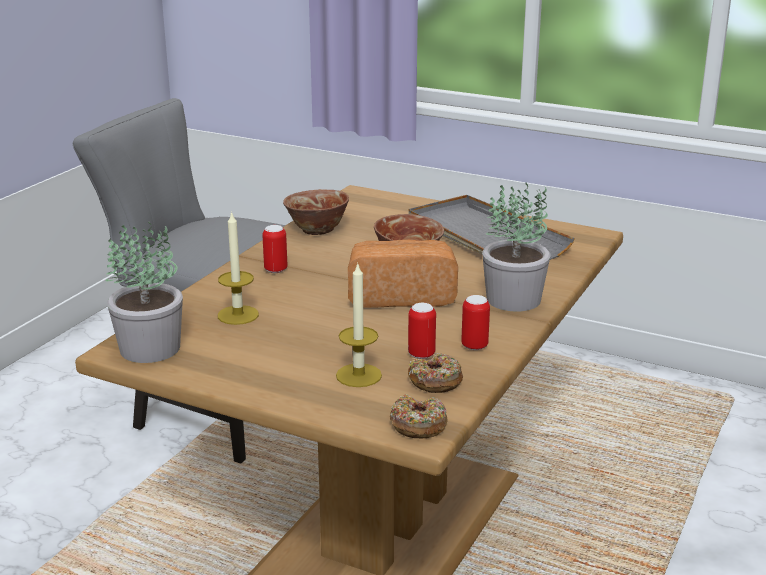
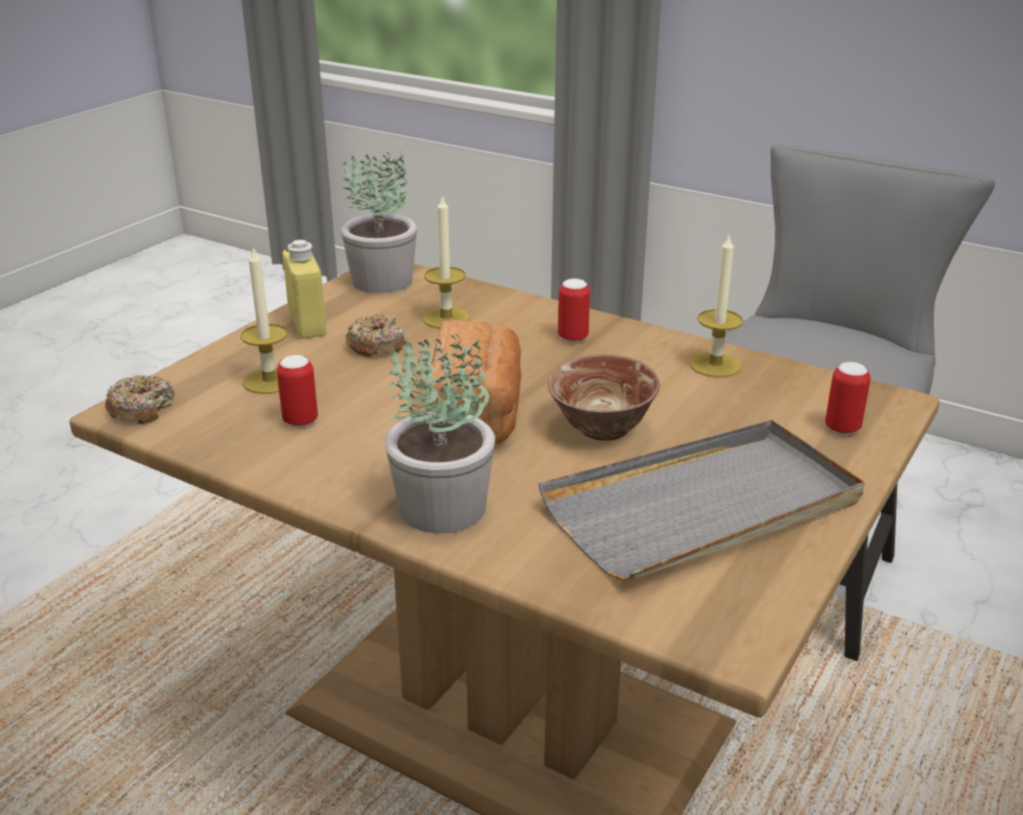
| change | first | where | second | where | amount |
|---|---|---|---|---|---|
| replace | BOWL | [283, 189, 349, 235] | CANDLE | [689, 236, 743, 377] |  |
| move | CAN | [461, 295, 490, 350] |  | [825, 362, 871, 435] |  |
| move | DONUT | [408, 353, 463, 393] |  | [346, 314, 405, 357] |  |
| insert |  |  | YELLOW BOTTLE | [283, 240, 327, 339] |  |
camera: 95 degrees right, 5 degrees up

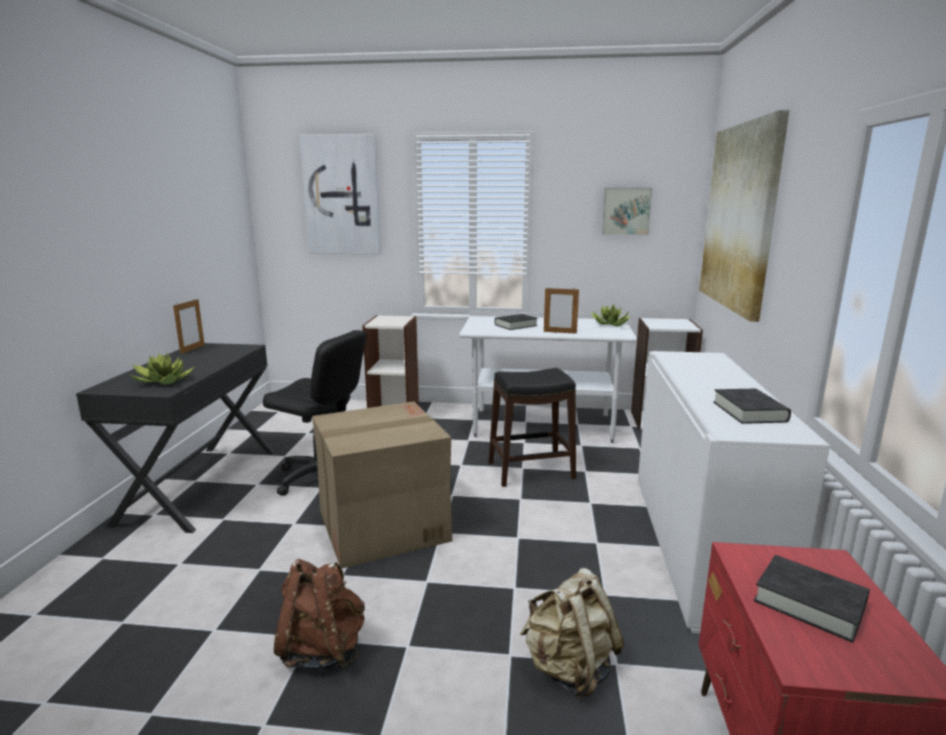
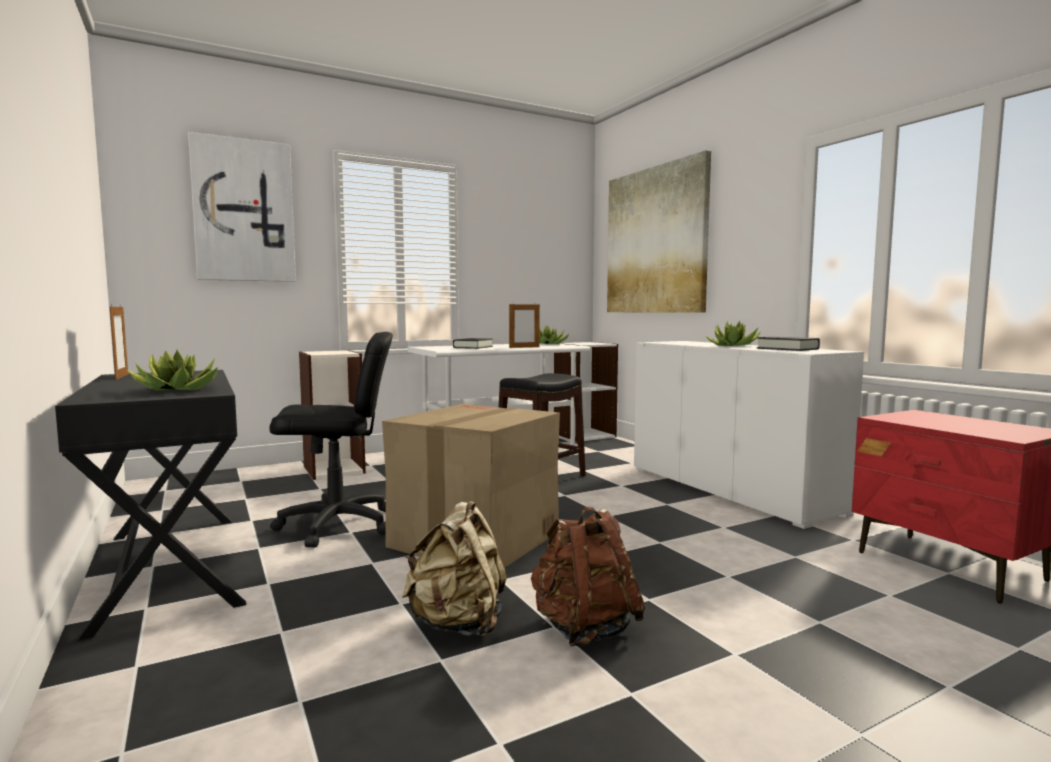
| change | first | where | second | where | amount |
|---|---|---|---|---|---|
| delete | PICTURE | [602, 188, 652, 235] |  |  |  |
| delete | BLACK BOOK | [754, 555, 870, 643] |  |  |  |
| move | BEIGE BACKPACK | [520, 568, 624, 699] |  | [402, 501, 507, 638] |  |
| insert |  |  | POTTED PLANT | [705, 321, 760, 346] |  |
camera: 35 degrees left, 10 degrees down

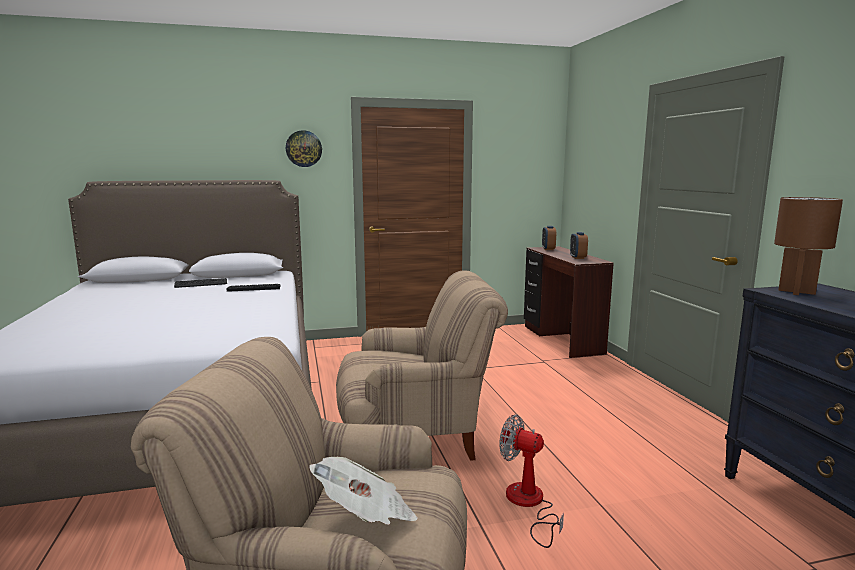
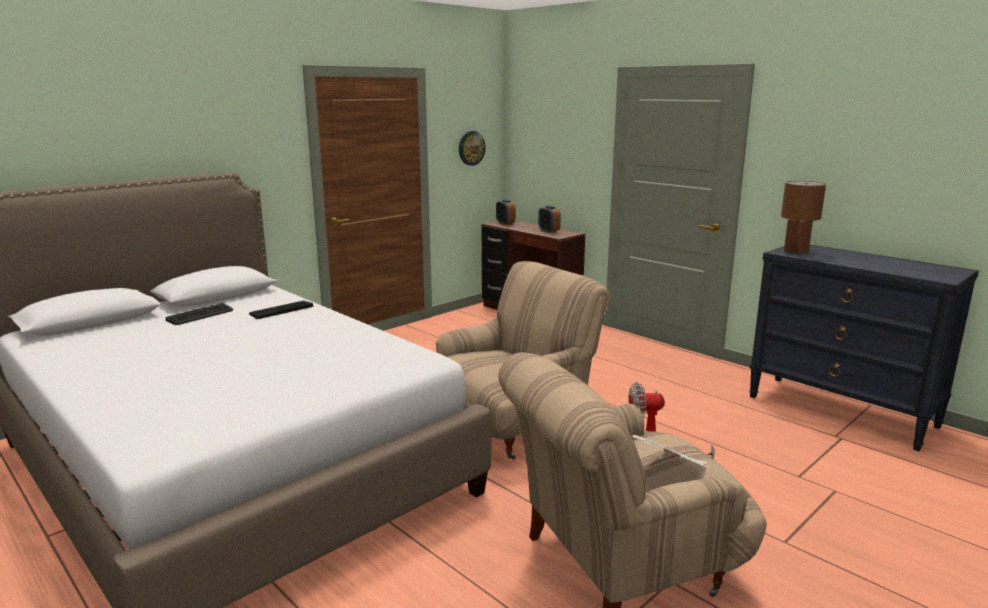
| change | first | where | second | where | amount |
|---|---|---|---|---|---|
| move | WALL CLOCK | [286, 130, 322, 167] |  | [459, 131, 486, 166] |  |
camera: 30 degrees left, 5 degrees up

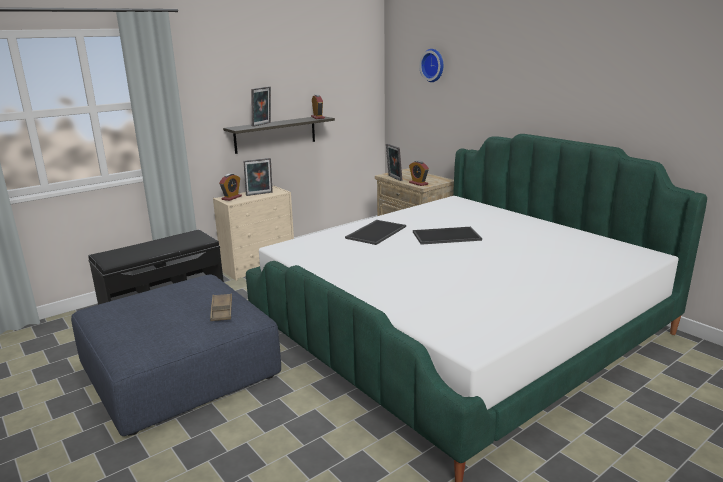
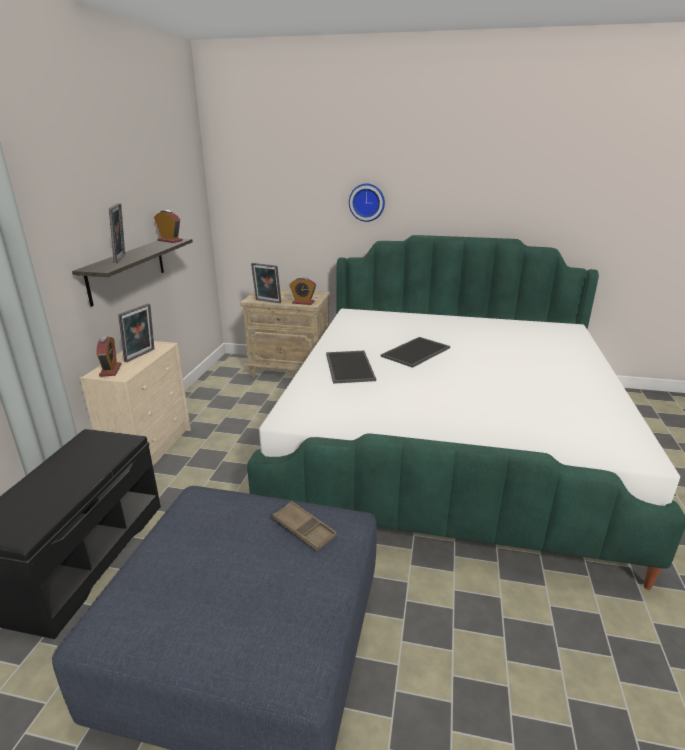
| change | first | where | second | where | amount |
|---|---|---|---|---|---|
| move | WALL CLOCK | [419, 49, 443, 82] |  | [349, 183, 385, 222] |  |
camera: 40 degrees left, 5 degrees up

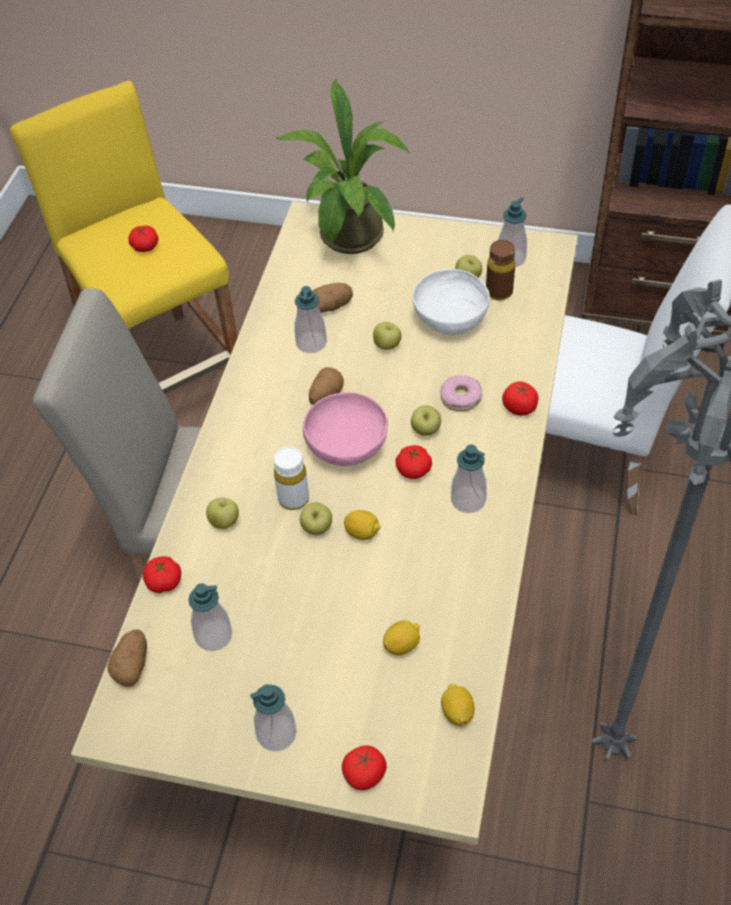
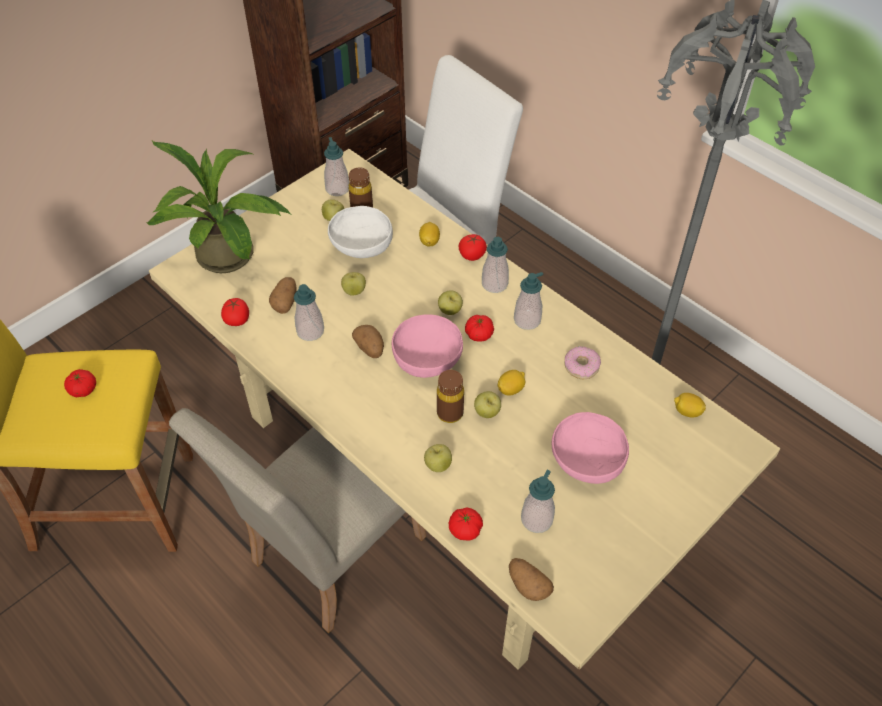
| change | first | where | second | where | amount |
|---|---|---|---|---|---|
| move | DONUT | [440, 375, 482, 411] |  | [565, 346, 601, 379] |  |
| recolor | WHITE BOTTLE | [274, 447, 309, 510] | BROWN BOTTLE | [437, 370, 464, 423] |  |
| move | LEMON | [383, 621, 420, 655] |  | [419, 222, 440, 246] |  |
| move | SOAP DISPENSER | [250, 684, 297, 751] |  | [482, 237, 509, 293] |  |
| move | TOMATO | [342, 746, 387, 790] |  | [221, 298, 249, 326] |  |
| insert |  |  | PINK BOWL | [552, 412, 629, 484] |  |
camera: 60 degrees left, 0 degrees up

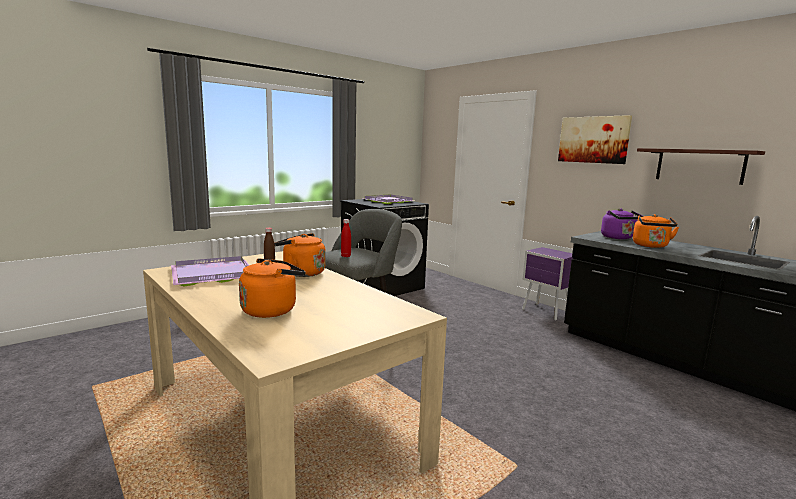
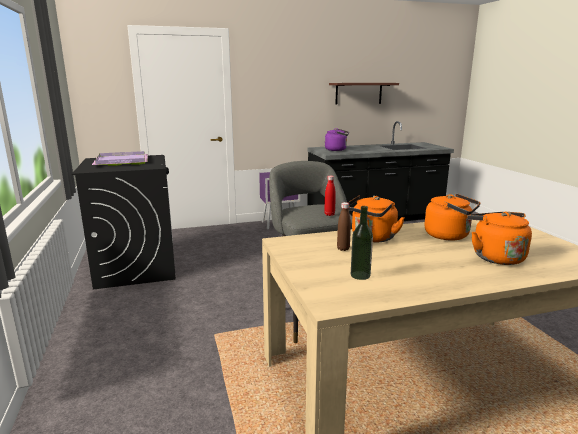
| change | first | where | second | where | amount |
|---|---|---|---|---|---|
| delete | PICTURE | [558, 115, 632, 164] |  |  |  |
| move | ORANGE KETTLE | [633, 214, 679, 248] |  | [424, 193, 481, 241] |  |
| replace | PURPLE TRAY | [171, 256, 249, 287] | BOTTLE | [351, 206, 373, 280] |  |
camera: 65 degrees left, 5 degrees up

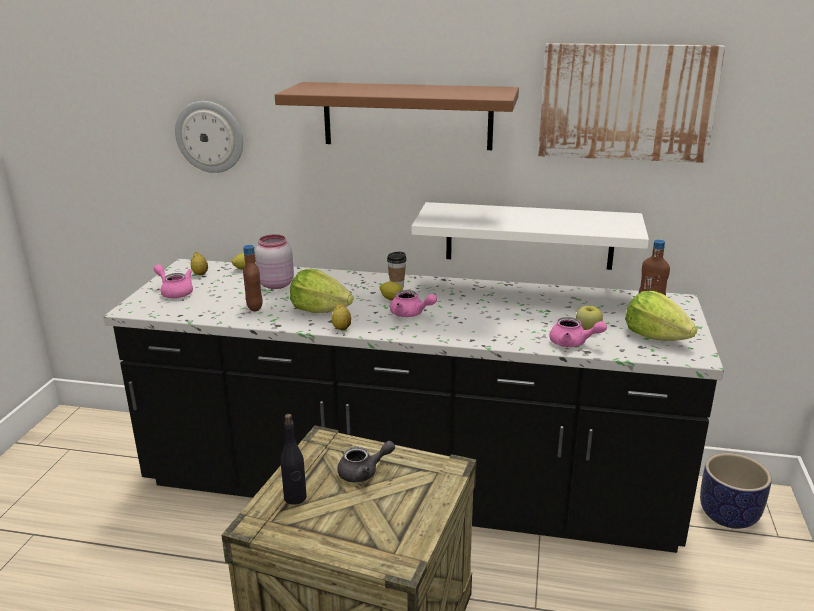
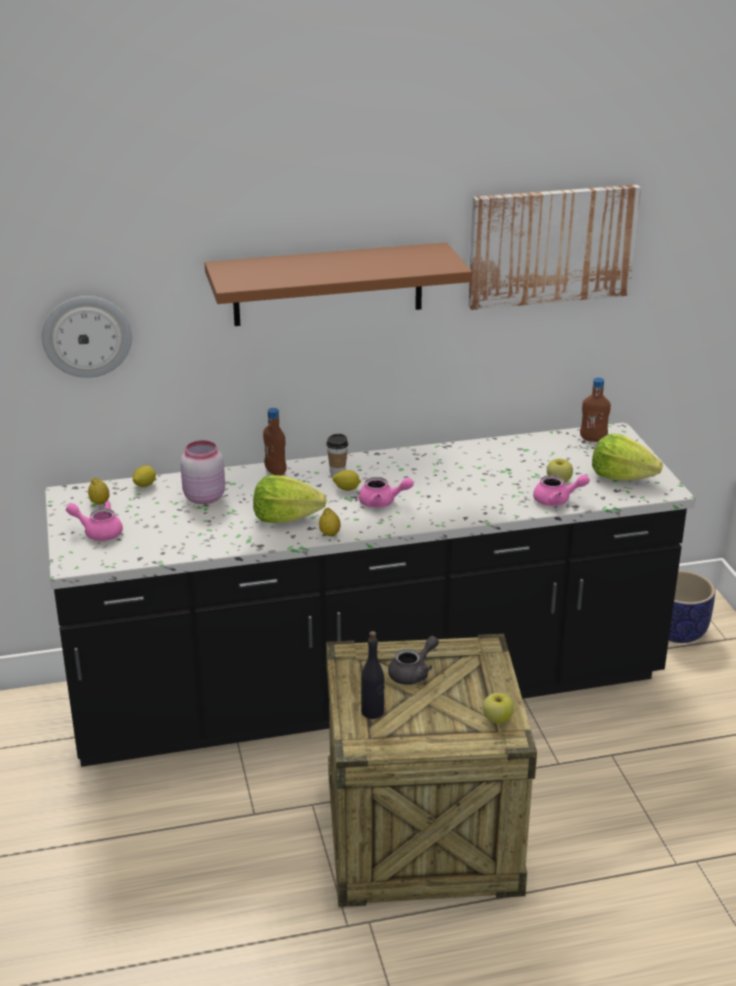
| change | first | where | second | where | amount |
|---|---|---|---|---|---|
| delete | WHITE SHELF | [412, 202, 649, 270] |  |  |  |
| move | BROWN BOTTLE | [243, 245, 263, 312] |  | [263, 408, 286, 476] |  |
| insert |  |  | APPLE | [483, 693, 514, 724] |  |
camera: 25 degrees left, 5 degrees up

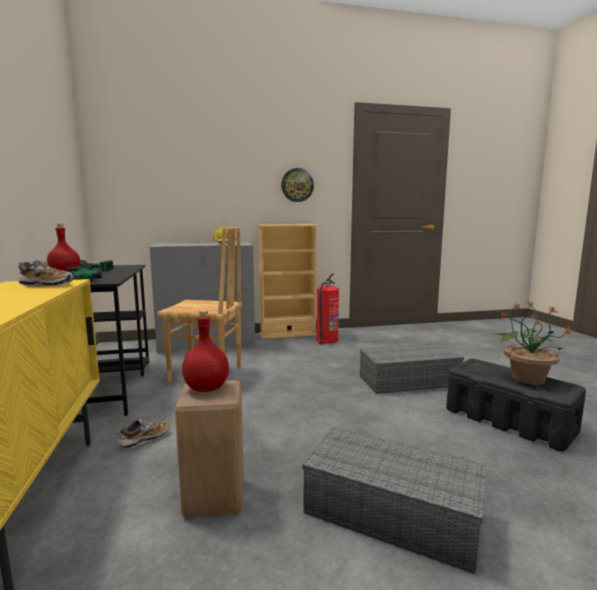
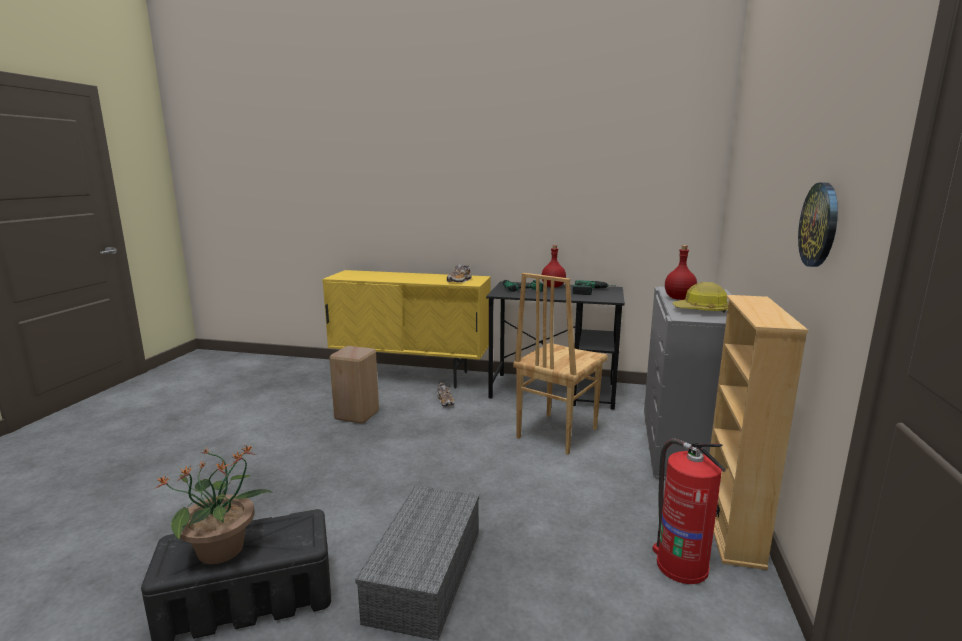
| change | first | where | second | where | amount |
|---|---|---|---|---|---|
| move | RED BOTTLE | [182, 310, 229, 392] |  | [665, 245, 697, 300] |  |
| delete | GREY STORAGE BOX | [302, 427, 486, 574] |  |  |  |
camera: 115 degrees right, 5 degrees up

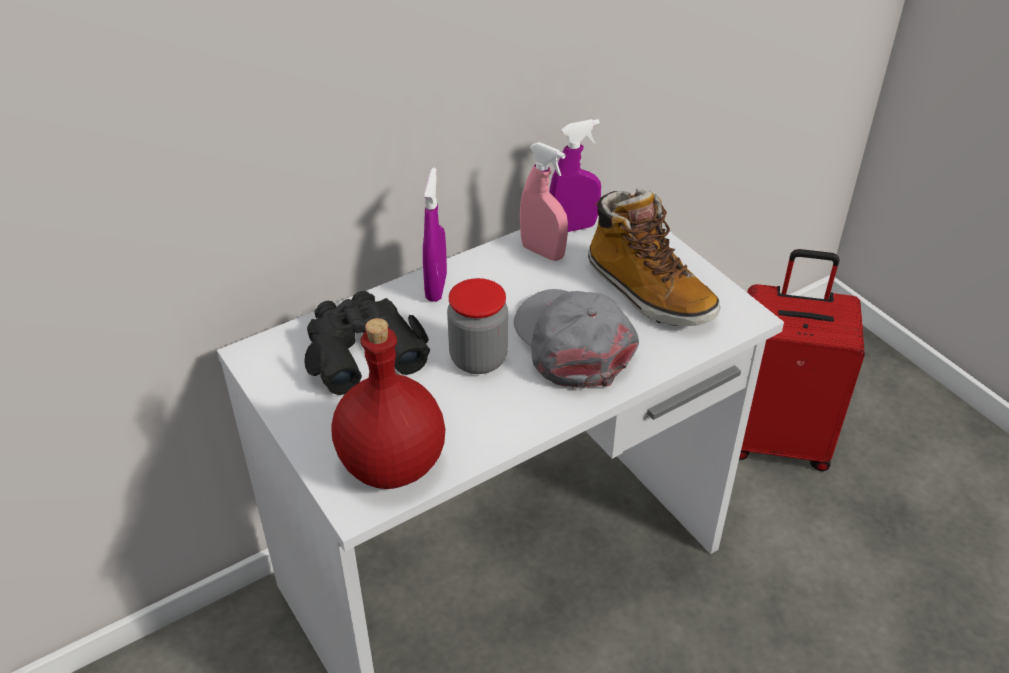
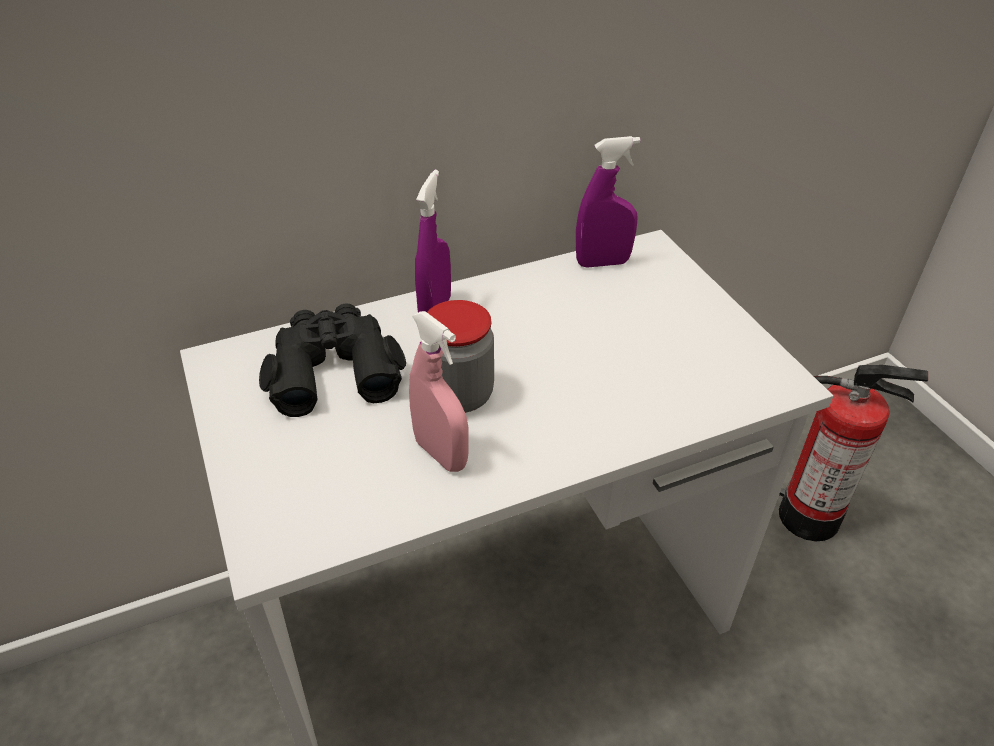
| change | first | where | second | where | amount |
|---|---|---|---|---|---|
| move | PINK SPRAY BOTTLE | [520, 142, 568, 261] |  | [409, 311, 468, 472] |  |
| delete | BOOT | [588, 189, 720, 326] |  |  |  |
| replace | RED SUITCASE | [739, 249, 865, 471] | FIRE EXTINGUISHER | [779, 364, 928, 541] |  |
| delete | GREY CAP | [514, 289, 639, 388] |  |  |  |
| delete | RED BOTTLE | [331, 318, 446, 489] |  |  |  |
camera: 10 degrees right, 0 degrees up

